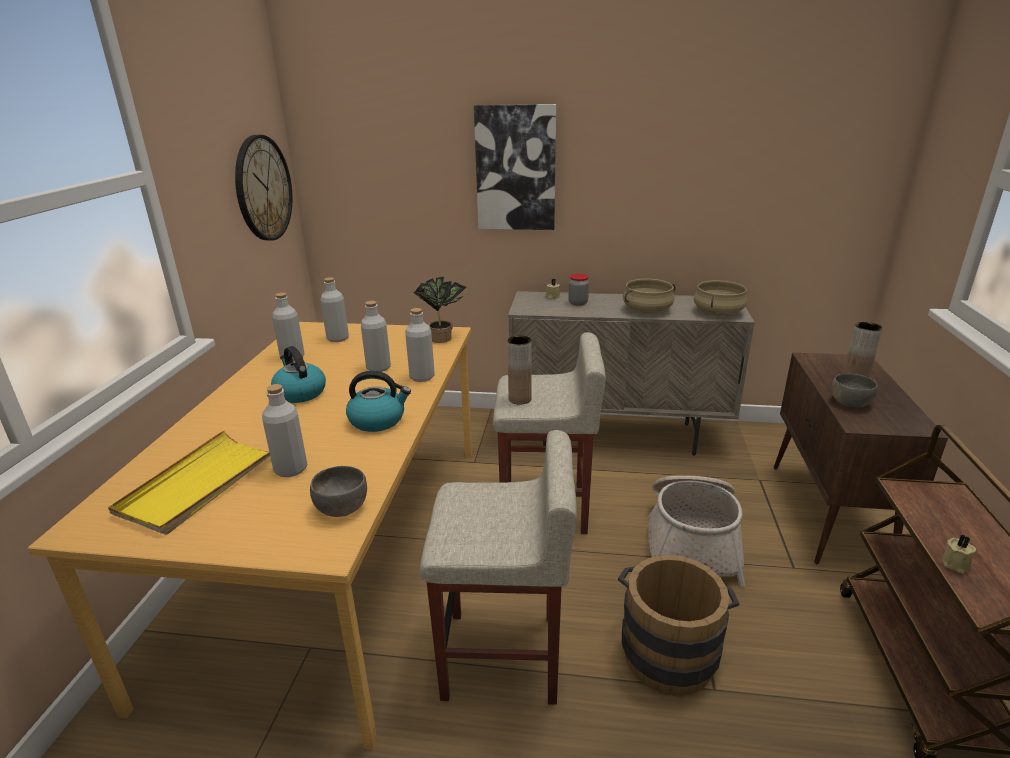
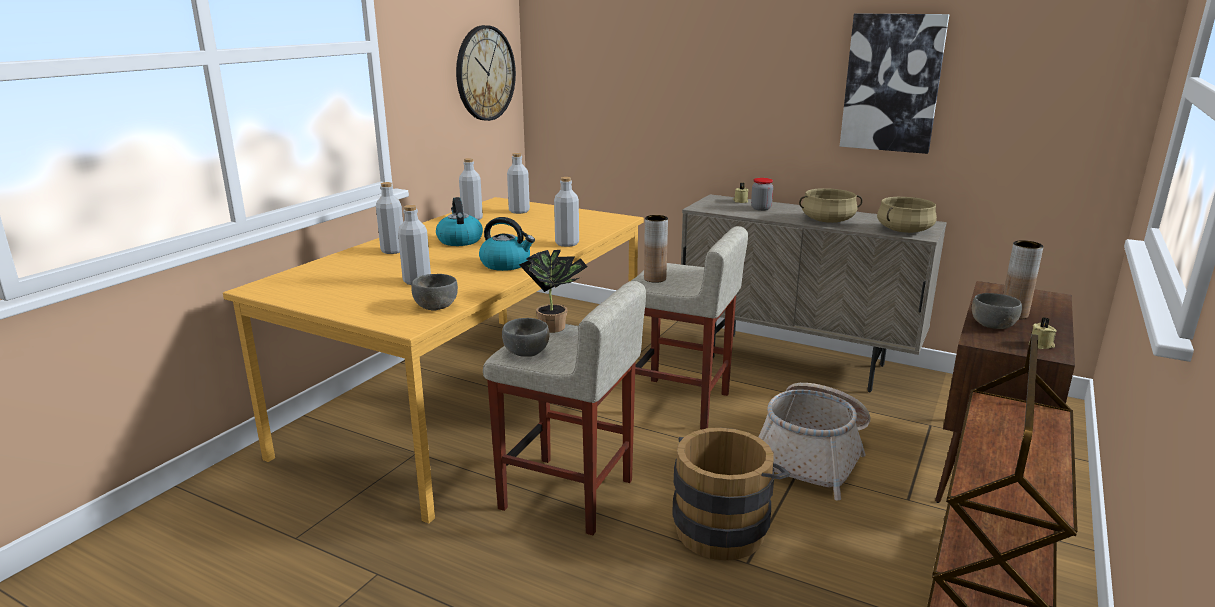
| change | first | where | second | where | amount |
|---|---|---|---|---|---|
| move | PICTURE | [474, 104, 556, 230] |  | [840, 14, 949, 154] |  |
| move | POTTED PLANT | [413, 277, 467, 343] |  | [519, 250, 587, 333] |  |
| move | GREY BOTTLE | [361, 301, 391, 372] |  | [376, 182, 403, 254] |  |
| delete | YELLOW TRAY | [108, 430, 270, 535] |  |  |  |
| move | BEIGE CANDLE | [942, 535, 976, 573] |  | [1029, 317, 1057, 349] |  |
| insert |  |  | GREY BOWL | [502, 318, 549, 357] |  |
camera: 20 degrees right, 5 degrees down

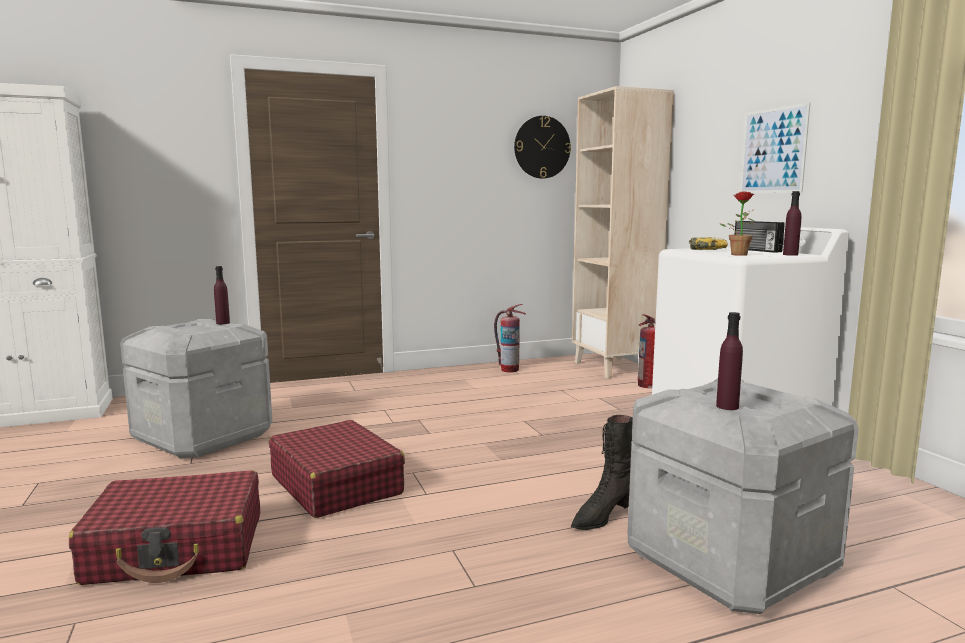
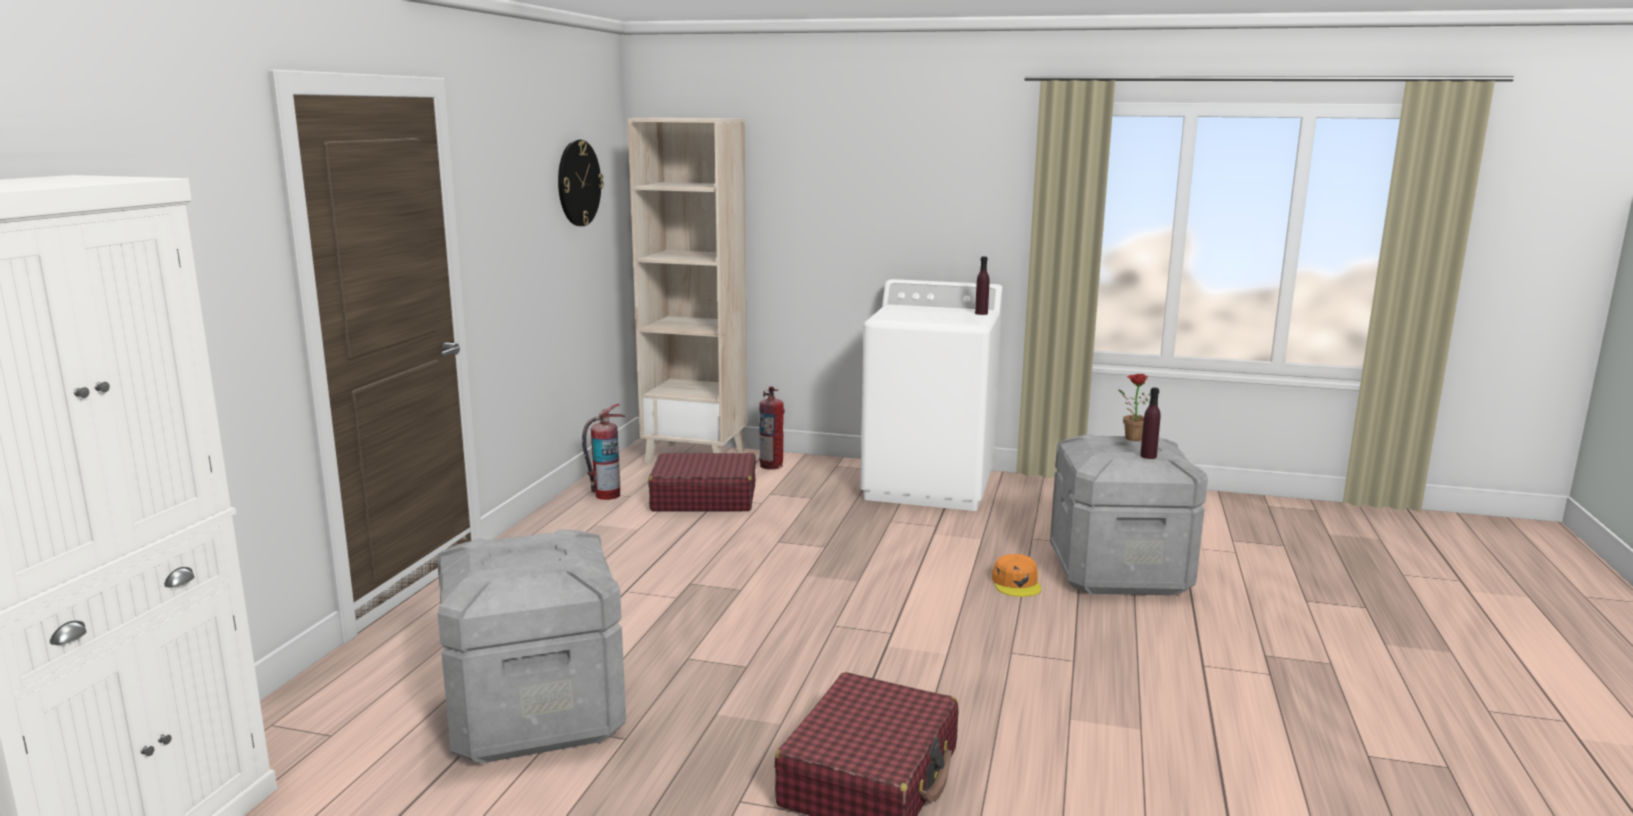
| change | first | where | second | where | amount |
|---|---|---|---|---|---|
| delete | PICTURE | [740, 102, 811, 193] |  |  |  |
| move | POTTED PLANT | [720, 191, 755, 256] |  | [1118, 374, 1151, 441] |  |
| delete | RADIO | [735, 221, 785, 253] |  |  |  |
| delete | POWER DRILL | [689, 237, 728, 250] |  |  |  |
| delete | PURPLE BOTTLE | [214, 266, 230, 324] |  |  |  |
| replace | BLACK BOOT | [571, 415, 633, 530] | ORANGE CAP | [992, 554, 1042, 597] |  |
| move | RED SUITCASE | [269, 420, 405, 518] |  | [649, 453, 756, 512] |  |
camera: 55 degrees left, 5 degrees up

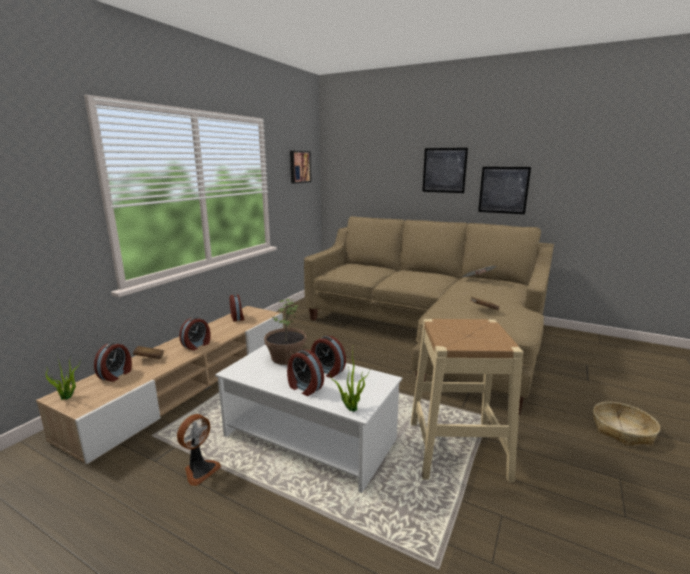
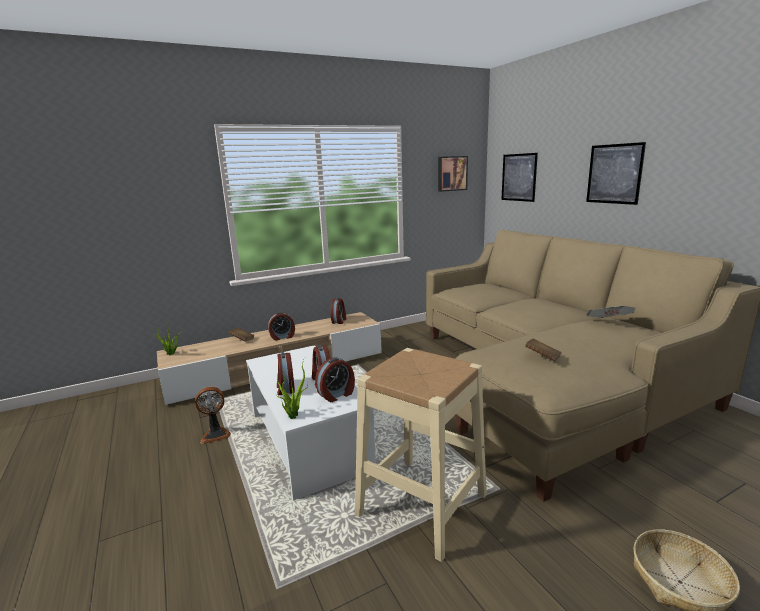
| change | first | where | second | where | amount |
|---|---|---|---|---|---|
| move | PICTURE | [478, 167, 531, 214] |  | [501, 153, 538, 202] |  |
| delete | POTTED PLANT | [264, 299, 307, 365] |  |  |  |
| move | ALARM CLOCK | [94, 342, 132, 382] |  | [315, 357, 355, 402] |  |
camera: 35 degrees right, 0 degrees up

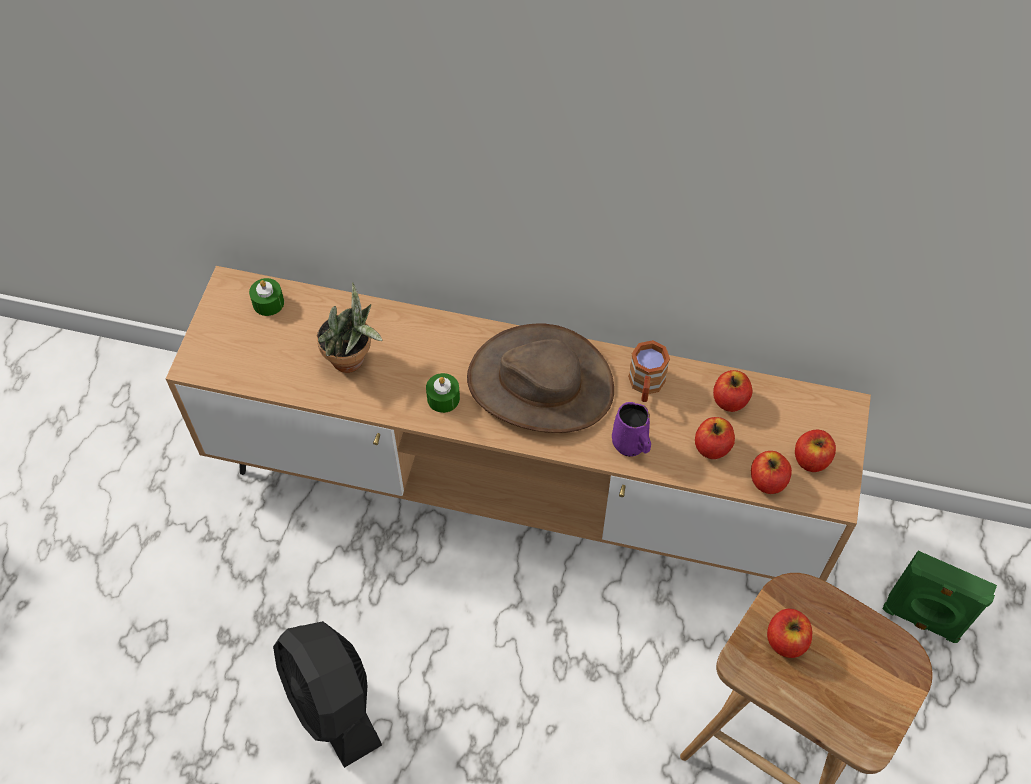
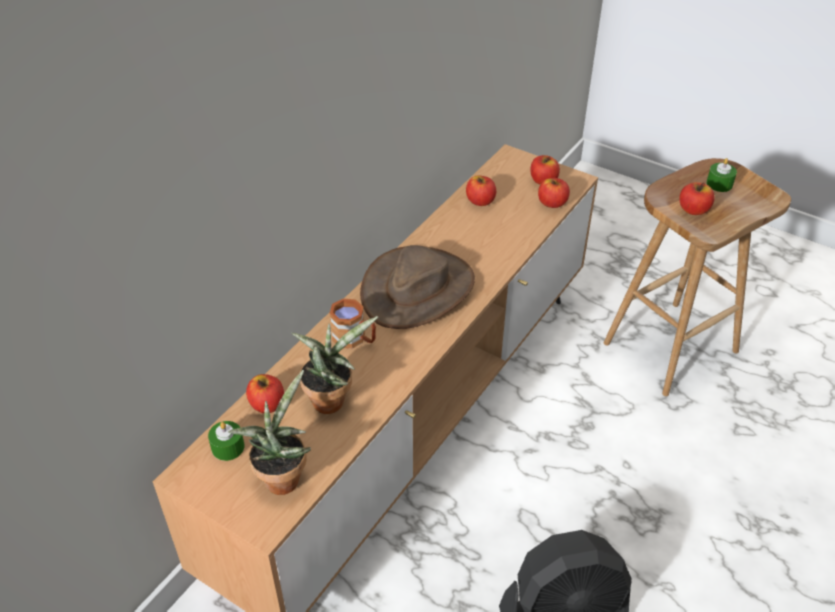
| change | first | where | second | where | amount |
|---|---|---|---|---|---|
| move | BROWN MUG | [628, 340, 670, 402] |  | [330, 298, 376, 349] |  |
| move | GREEN CANDLE | [426, 373, 460, 413] |  | [706, 158, 737, 192] |  |
| delete | PURPLE MUG | [612, 402, 651, 457] |  |  |  |
| move | APPLE | [695, 417, 735, 459] |  | [246, 374, 284, 413] |  |
| delete | GREEN SPEAKER | [882, 551, 997, 643] |  |  |  |
| insert |  |  | POTTED PLANT | [228, 370, 311, 495] |  |
camera: 70 degrees left, 15 degrees down

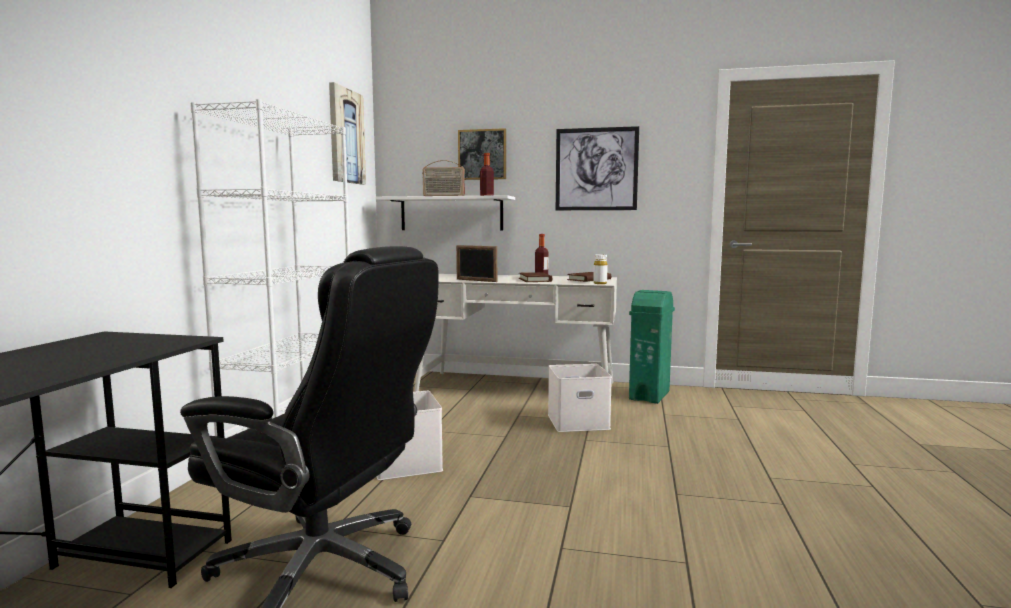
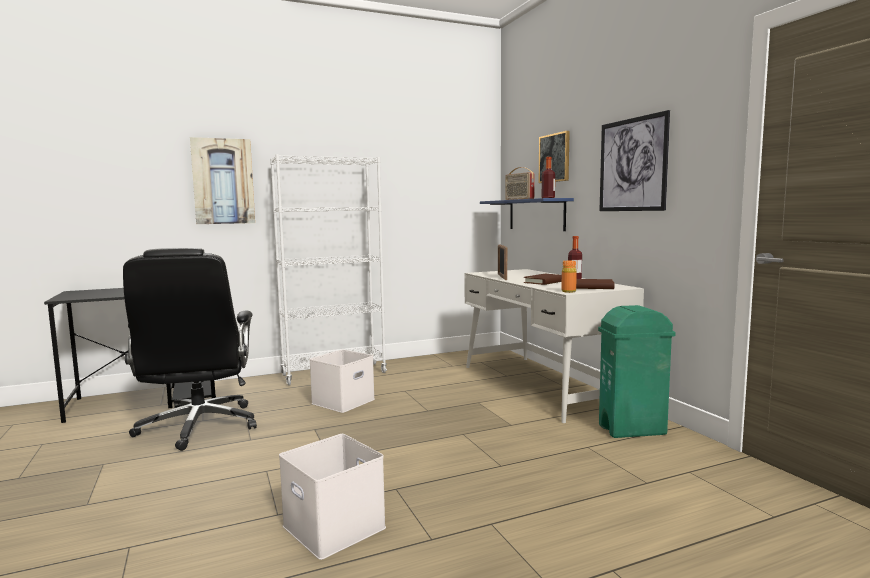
| change | first | where | second | where | amount |
|---|---|---|---|---|---|
| move | PICTURE | [329, 82, 366, 185] |  | [190, 137, 255, 224] |  |
| recolor | WHITE SHELF | [376, 195, 515, 231] | BLUE SHELF | [480, 198, 574, 231] |  |
| recolor | WHITE BOTTLE | [593, 255, 608, 284] | ORANGE BOTTLE | [561, 261, 577, 293] |  |
| move | WHITE STORAGE BOX | [548, 364, 612, 432] |  | [279, 434, 386, 560] |  |
camera: 55 degrees right, 0 degrees up

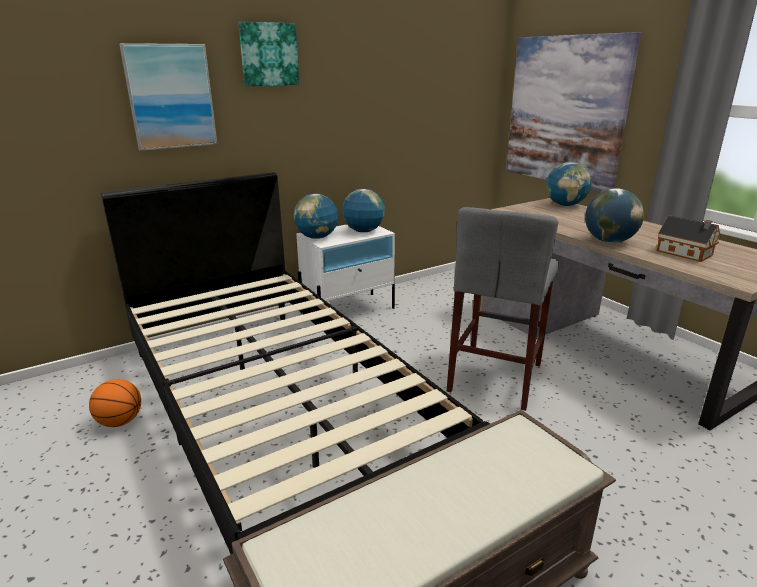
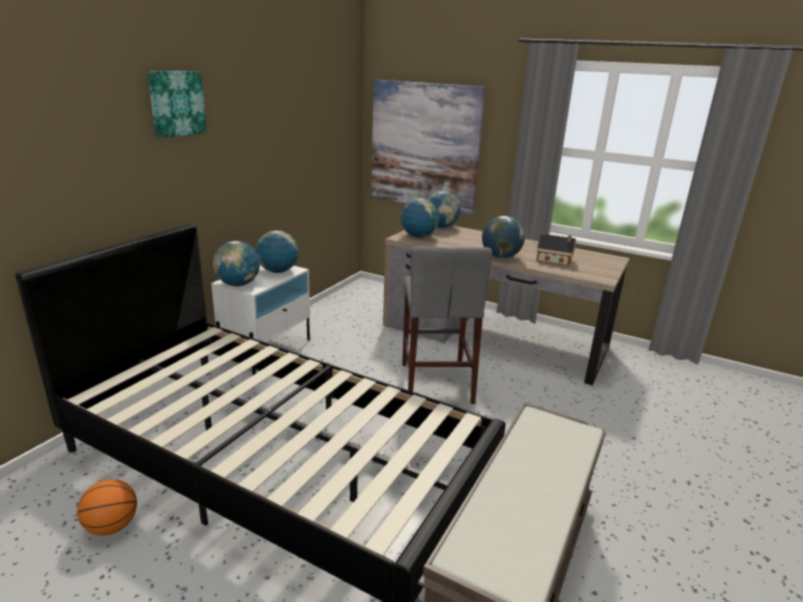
| change | first | where | second | where | amount |
|---|---|---|---|---|---|
| delete | PICTURE | [119, 43, 217, 151] |  |  |  |
| insert |  |  | GLOBE | [401, 199, 439, 237] |  |
camera: 30 degrees left, 0 degrees up

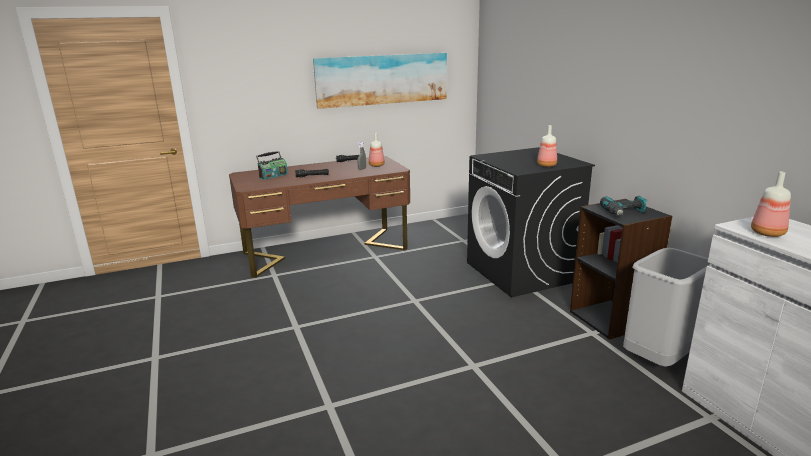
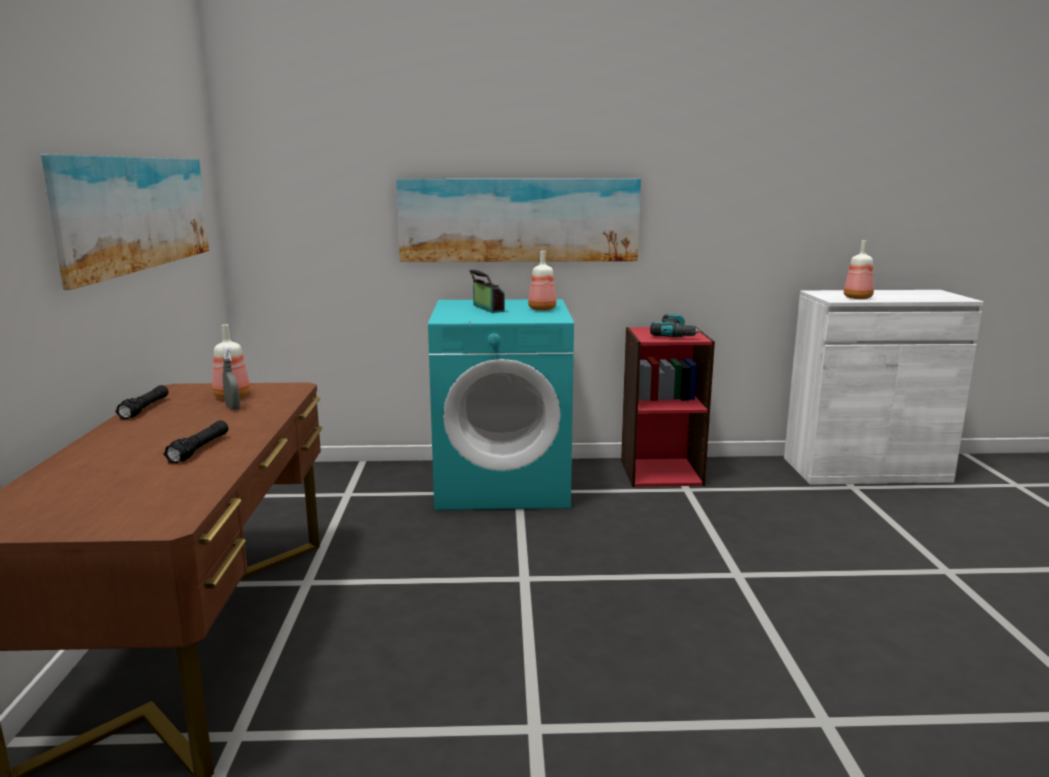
| change | first | where | second | where | amount |
|---|---|---|---|---|---|
| recolor | BLACK WASHING MACHINE | [467, 147, 595, 297] | TURQUOISE WASHING MACHINE | [428, 299, 574, 510] |  |
| move | RADIO | [256, 151, 288, 180] |  | [469, 269, 505, 313] |  |
| recolor | BLACK BOOKCASE | [570, 199, 673, 340] | RED BOOKCASE | [621, 327, 715, 487] |  |
| delete | GREY TRASH CAN | [623, 248, 711, 367] |  |  |  |
| insert |  |  | PICTURE | [396, 179, 641, 262] |  |
camera: 70 degrees left, 5 degrees down

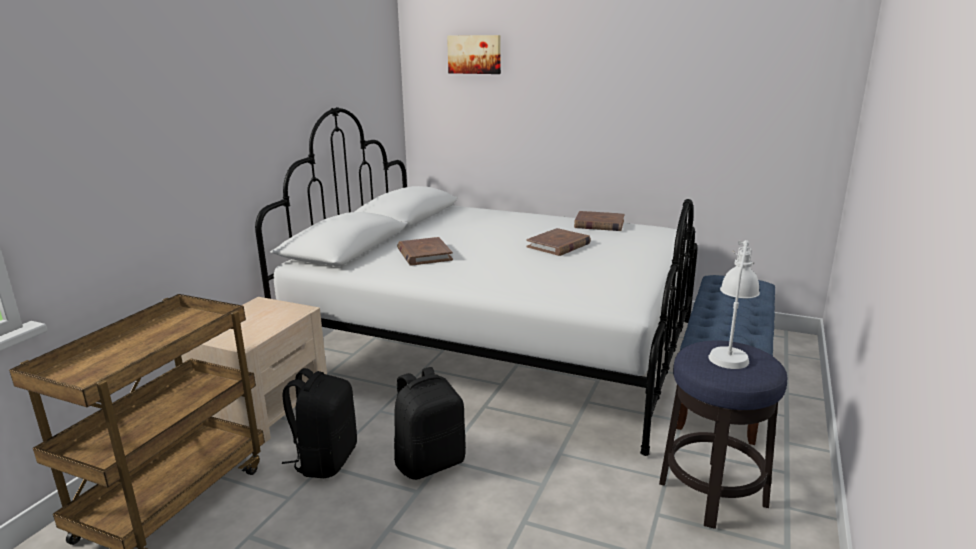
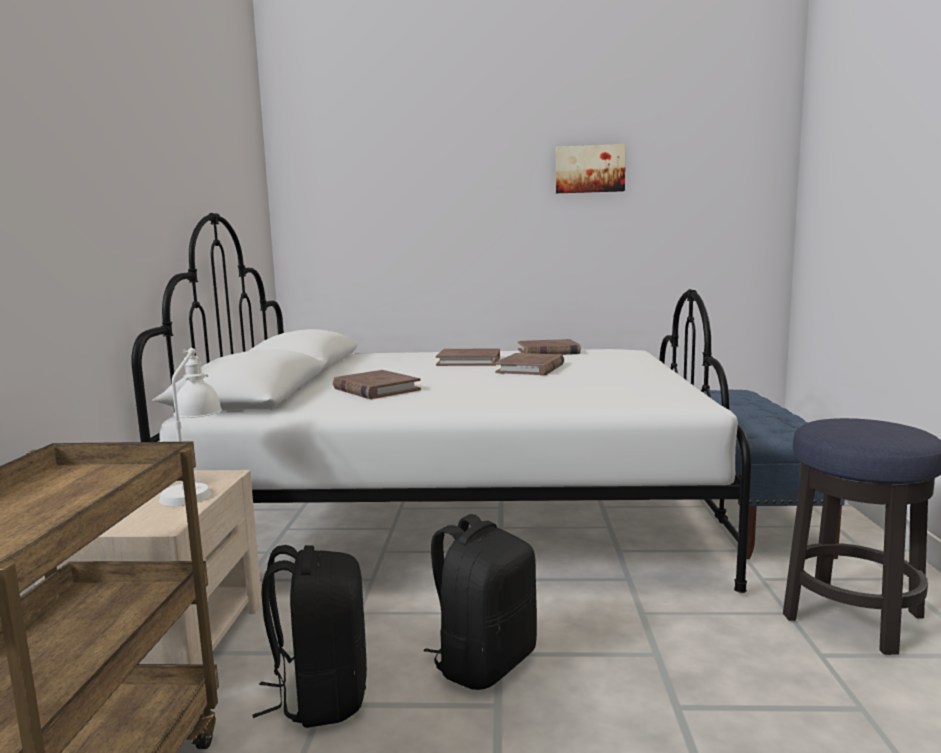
| change | first | where | second | where | amount |
|---|---|---|---|---|---|
| move | PICTURE | [447, 35, 501, 74] |  | [556, 144, 626, 193] |  |
| move | WHITE TABLE LAMP | [708, 240, 760, 369] |  | [159, 348, 222, 506] |  |
| insert |  |  | BROWN BOOK | [436, 348, 500, 366] |  |
camera: 20 degrees left, 10 degrees down

